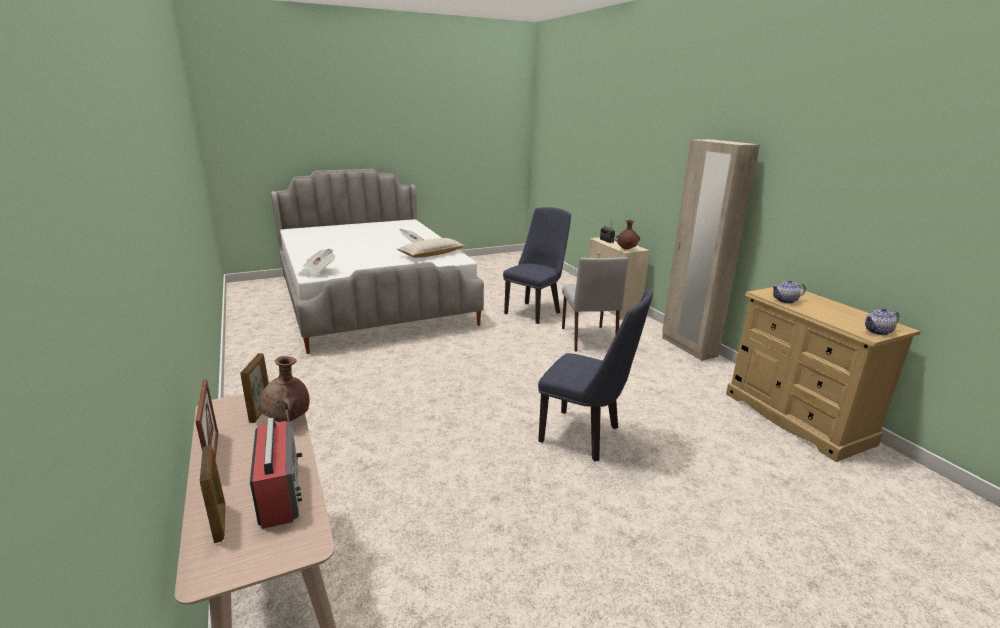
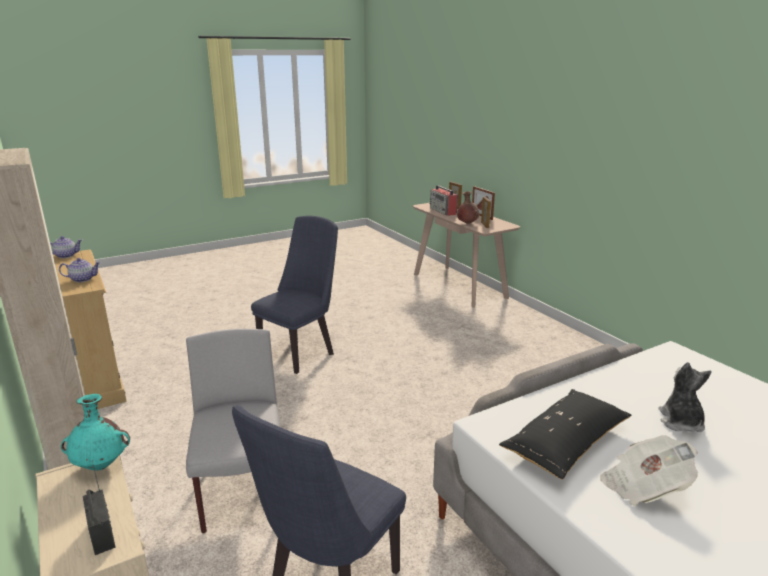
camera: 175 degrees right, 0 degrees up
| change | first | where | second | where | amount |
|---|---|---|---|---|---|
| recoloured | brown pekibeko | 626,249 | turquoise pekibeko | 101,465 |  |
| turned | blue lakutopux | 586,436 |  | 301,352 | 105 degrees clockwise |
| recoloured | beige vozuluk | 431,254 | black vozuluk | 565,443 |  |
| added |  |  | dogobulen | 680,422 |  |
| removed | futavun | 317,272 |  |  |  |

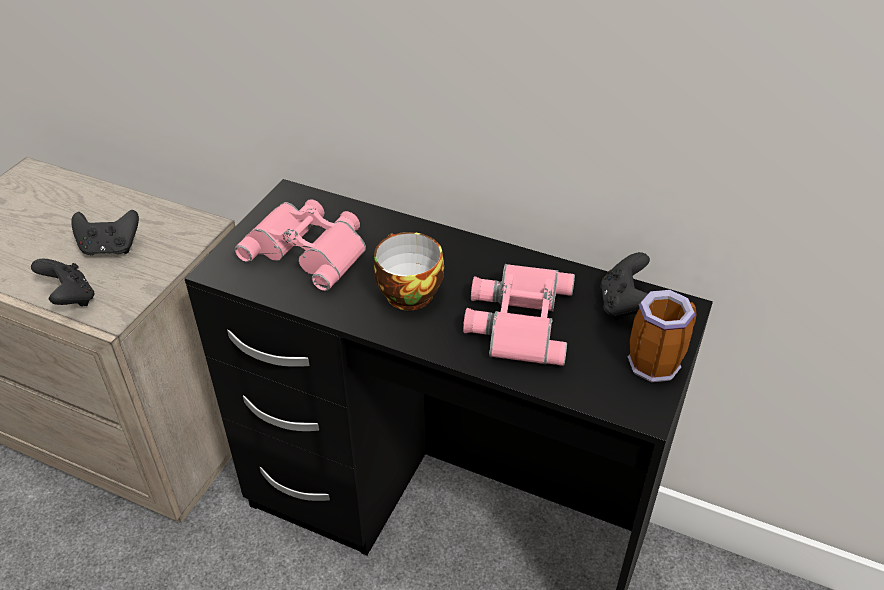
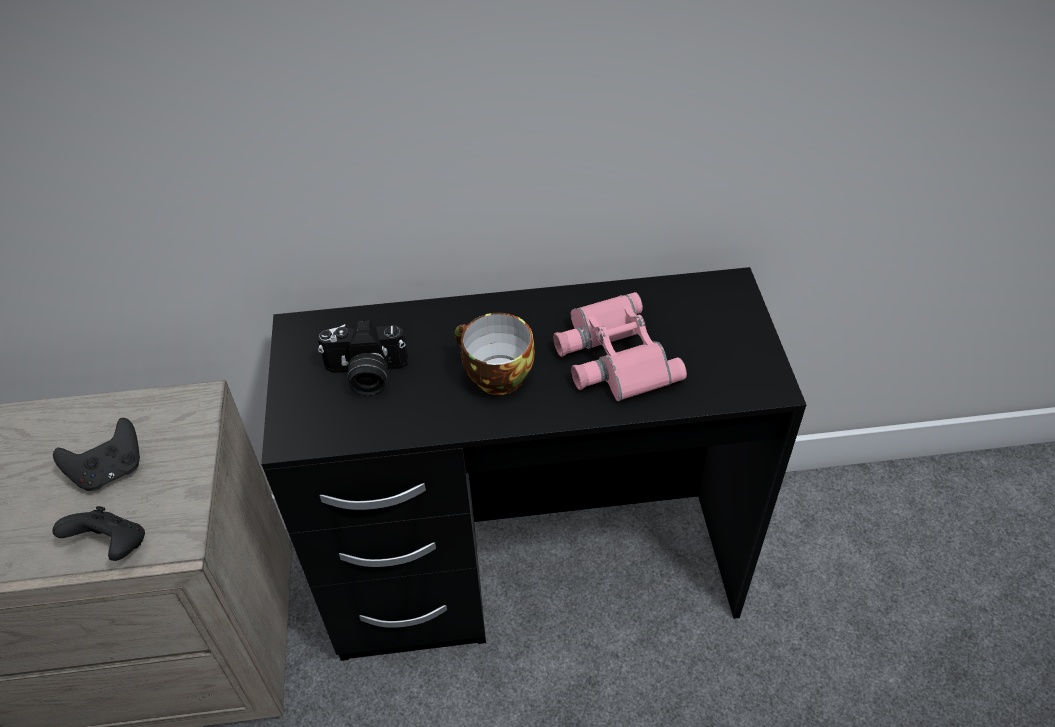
camera: 30 degrees left, 5 degrees up
| change | first | where | second | where | amount |
|---|---|---|---|---|---|
| replaced | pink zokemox | 309,249 | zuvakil | 366,375 |  |
| removed | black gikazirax | 624,305 |  |  |  |
| removed | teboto | 656,361 |  |  |  |

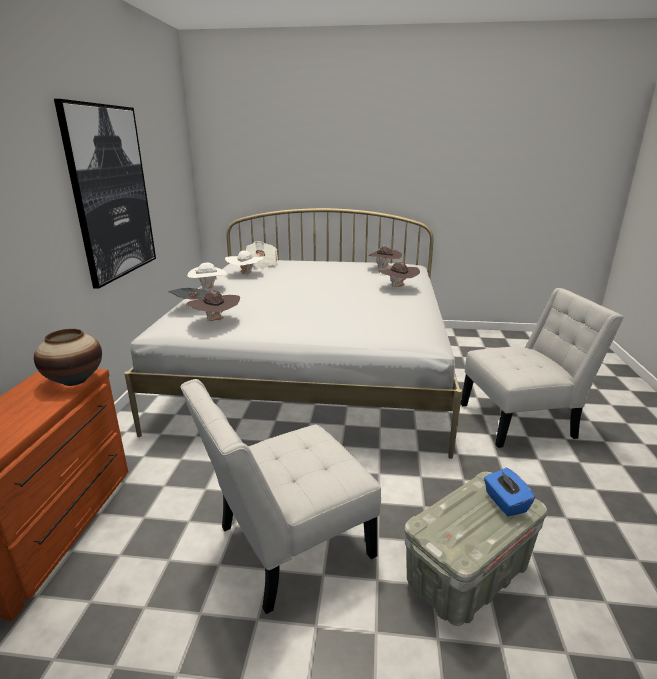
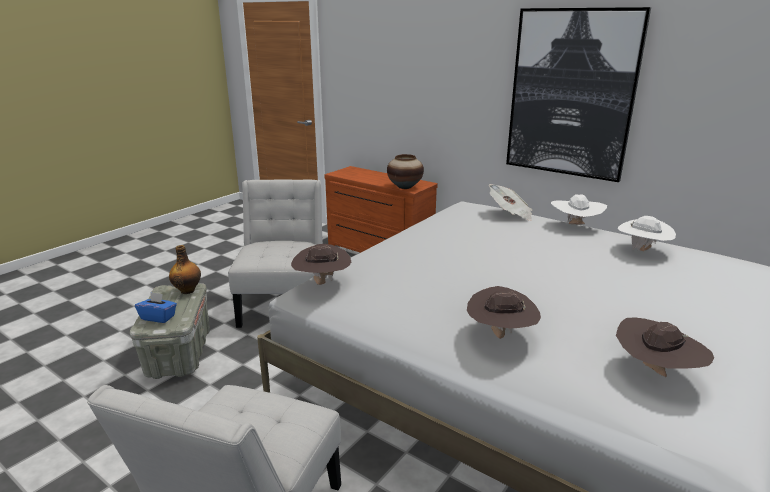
camera: 120 degrees right, 0 degrees up
| change | first | where | second | where | amount |
|---|---|---|---|---|---|
| added |  |  | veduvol | 188,290 |  |
| moved | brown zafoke | 215,321 |  | 322,283 |  |
| removed | futavun | 262,264 |  |  |  |

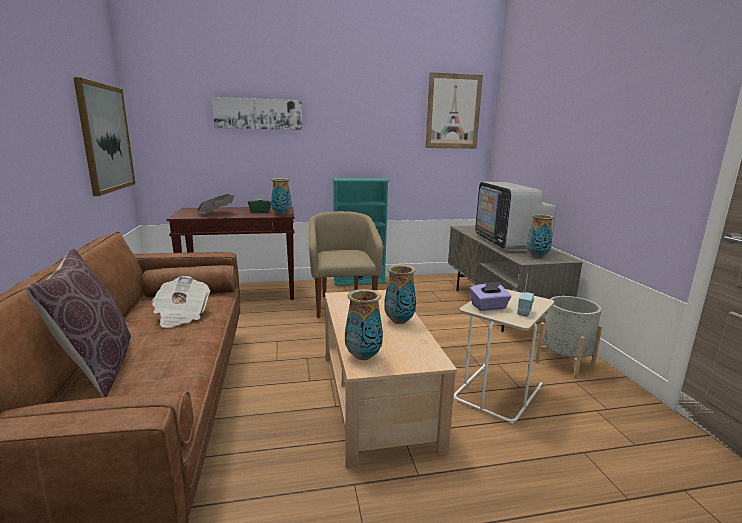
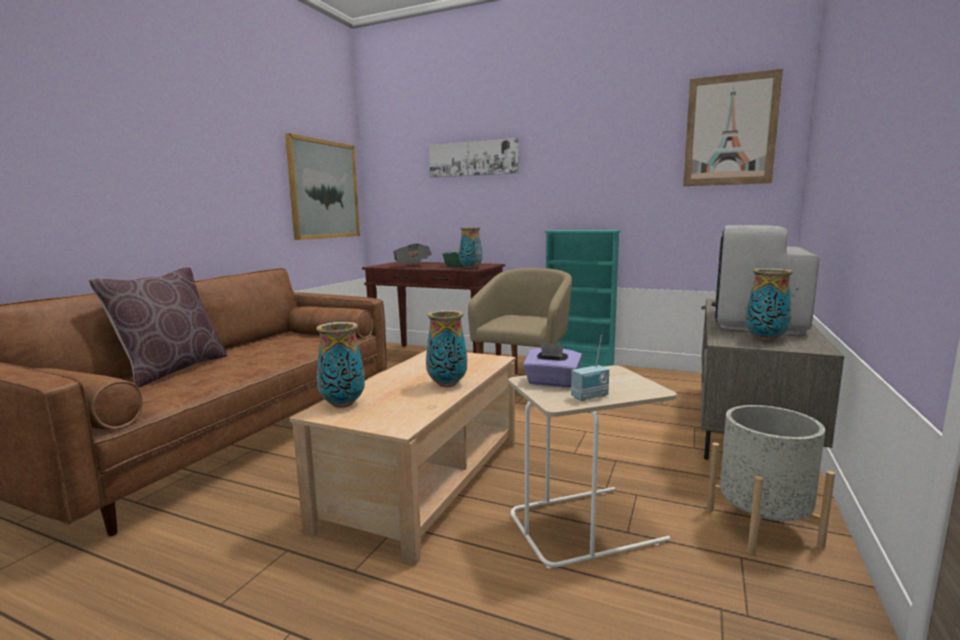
camera: 35 degrees right, 5 degrees down
| change | first | where | second | where | amount |
|---|---|---|---|---|---|
| removed | futavun | 181,315 |  |  |  |

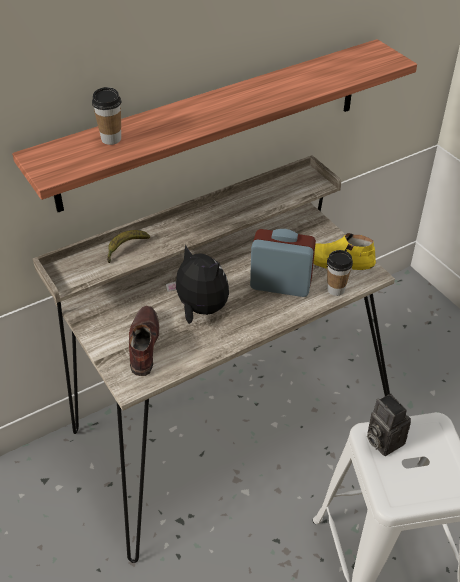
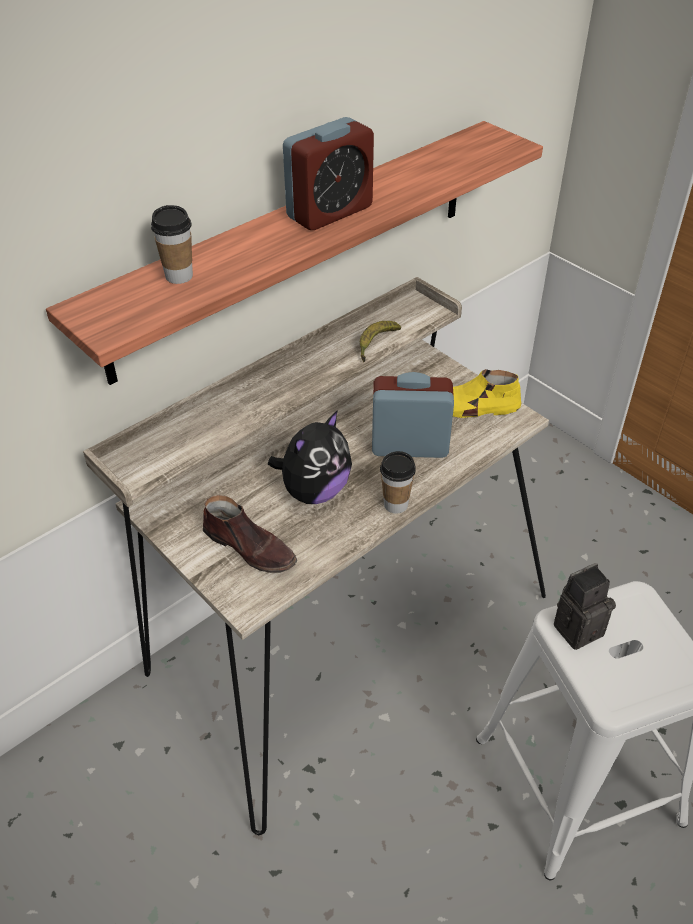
camera: 10 degrees left, 0 degrees up
| change | first | where | second | where | amount |
|---|---|---|---|---|---|
| turned | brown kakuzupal | 143,344 |  | 250,547 | 135 degrees clockwise |
| turned | dogobulen | 200,309 |  | 314,491 | 105 degrees clockwise |
| added |  |  | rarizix | 329,212 |  |
| moved | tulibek | 125,248 |  | 376,344 |  |
| moved | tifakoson | 336,289 |  | 395,504 |  |
| turned | zuvakil | 382,440 |  | 578,627 | 105 degrees clockwise |

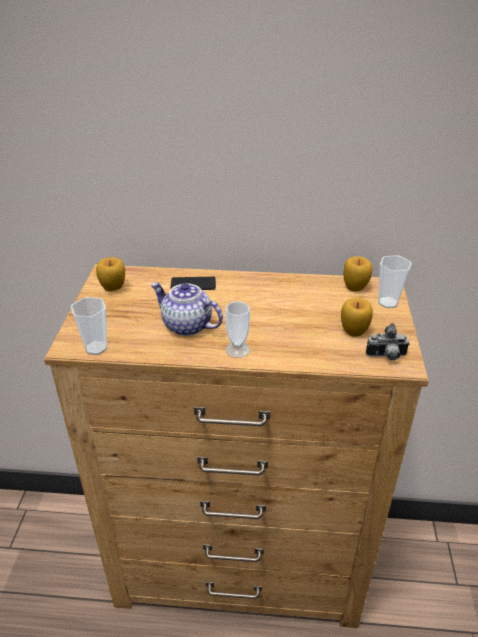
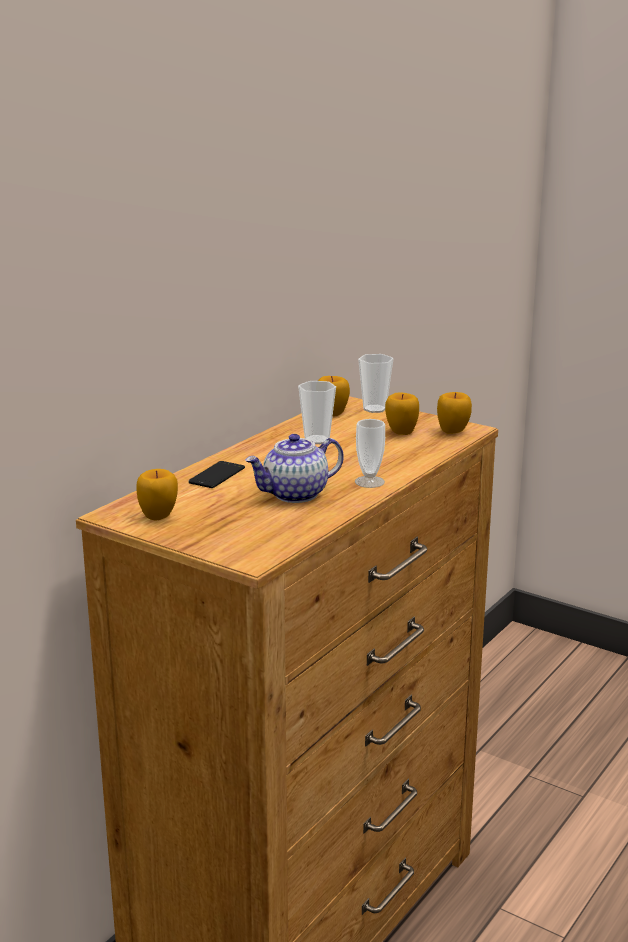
camera: 60 degrees left, 15 degrees down
| change | first | where | second | where | amount |
|---|---|---|---|---|---|
| moved | tifakoson | 96,348 |  | 317,440 |  |
| replaced | zuvakil | 386,357 | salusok | 453,431 |  |

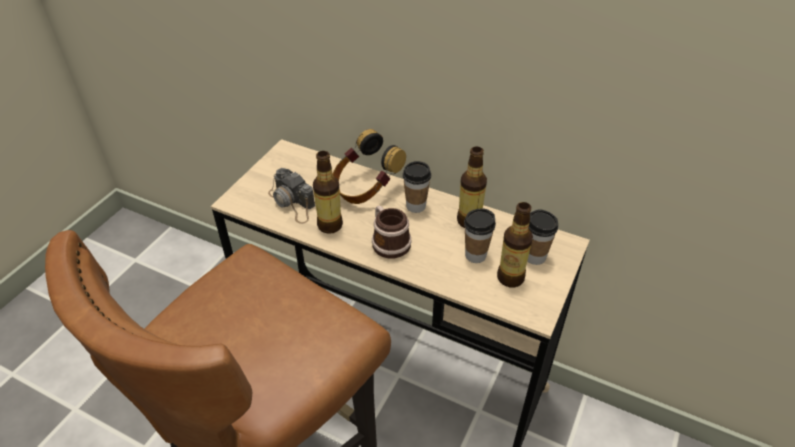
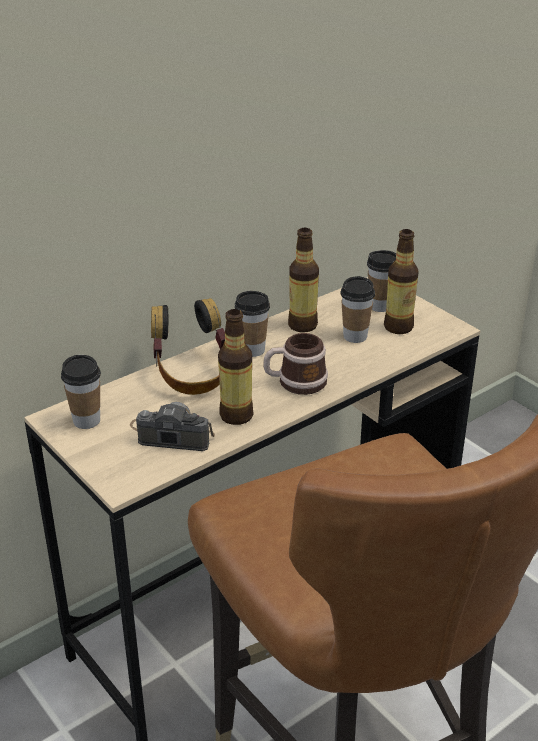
camera: 65 degrees left, 10 degrees down
| change | first | where | second | where | amount |
|---|---|---|---|---|---|
| added |  |  | tifakoson | 86,421 |  |
| turned | zuvakil | 292,202 |  | 170,435 | 150 degrees counterclockwise |

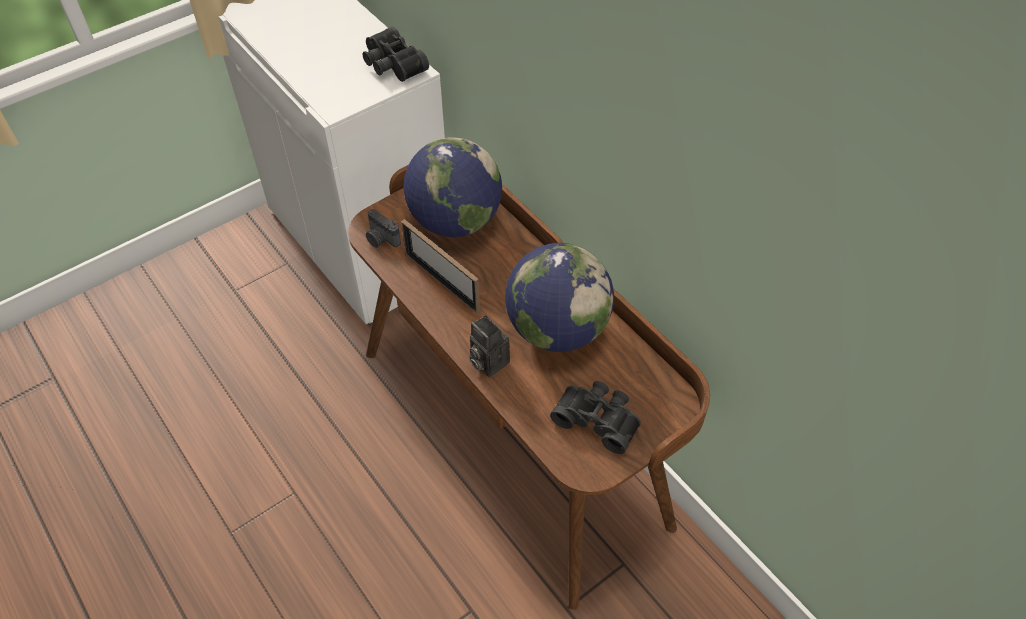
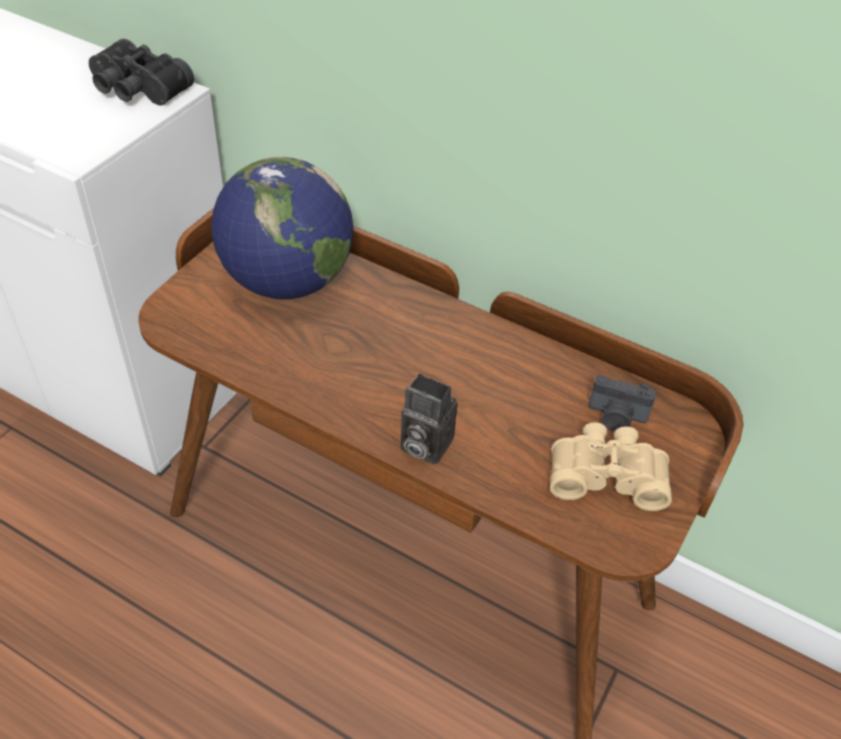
camera: 25 degrees left, 5 degrees down
| change | first | where | second | where | amount |
|---|---|---|---|---|---|
| recoloured | black zokemox | 598,419 | beige zokemox | 606,474 |  |
| moved | zuvakil | 381,239 |  | 616,417 |  |
| removed | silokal | 442,282 |  |  |  |
| removed | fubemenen | 557,329 |  |  |  |

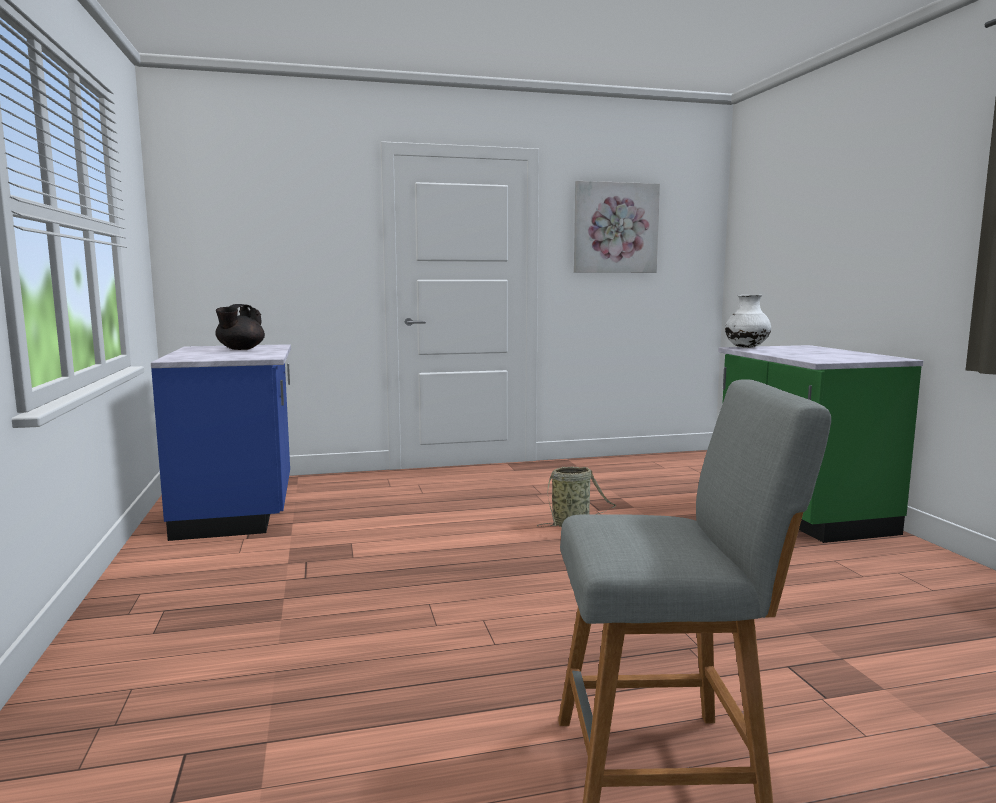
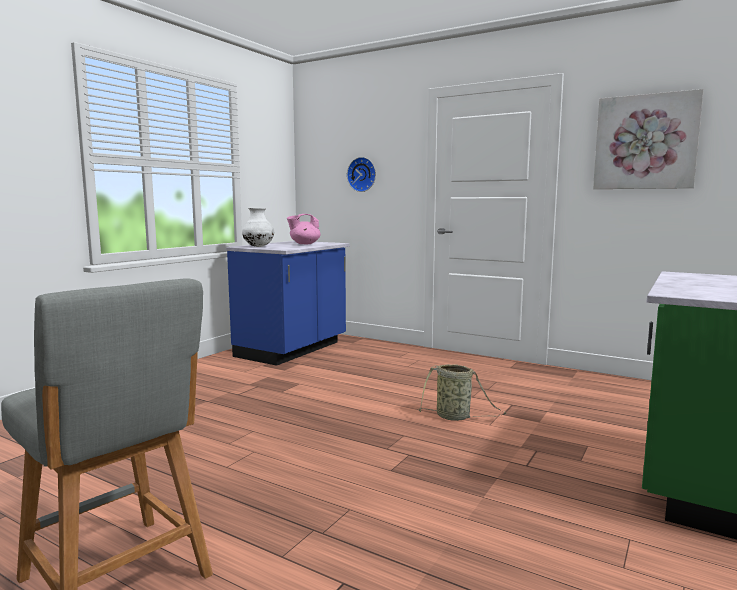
camera: 45 degrees right, 0 degrees up
| change | first | where | second | where | amount |
|---|---|---|---|---|---|
| moved | white pekibeko | 746,348 |  | 258,247 |  |
| recoloured | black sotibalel | 240,349 | pink sotibalel | 304,244 |  |
| added |  |  | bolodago | 362,174 |  |

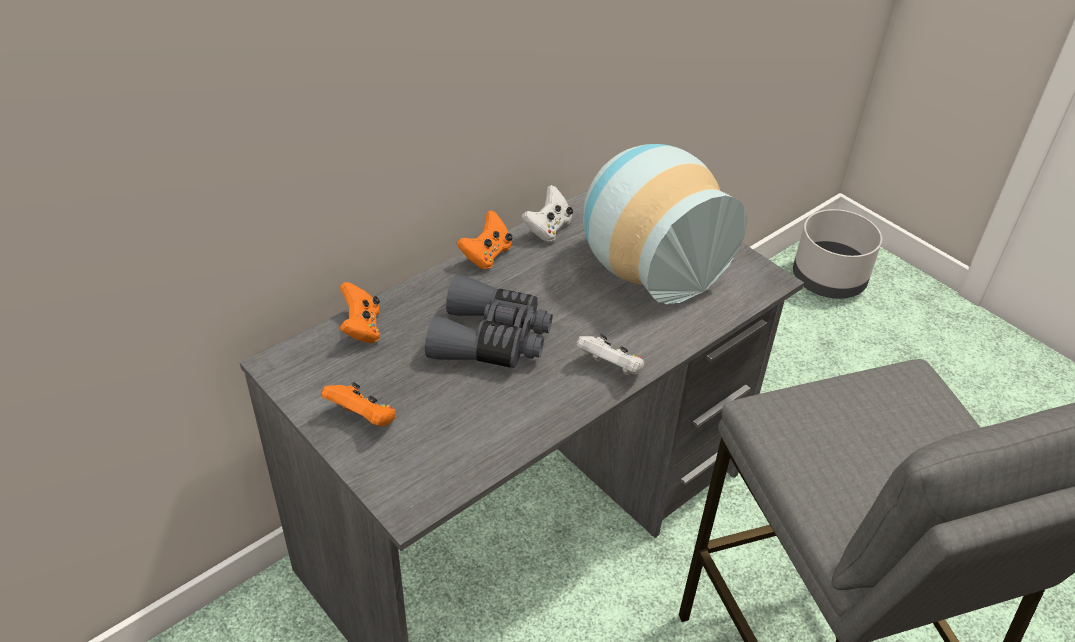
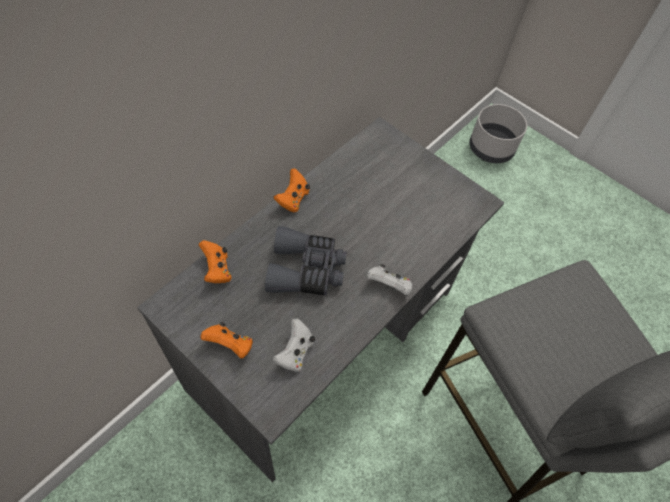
camera: 10 degrees left, 15 degrees up
| change | first | where | second | where | amount |
|---|---|---|---|---|---|
| moved | white gikazirax | 548,228 |  | 295,352 |  |
| removed | pekibeko | 647,269 |  |  |  |

